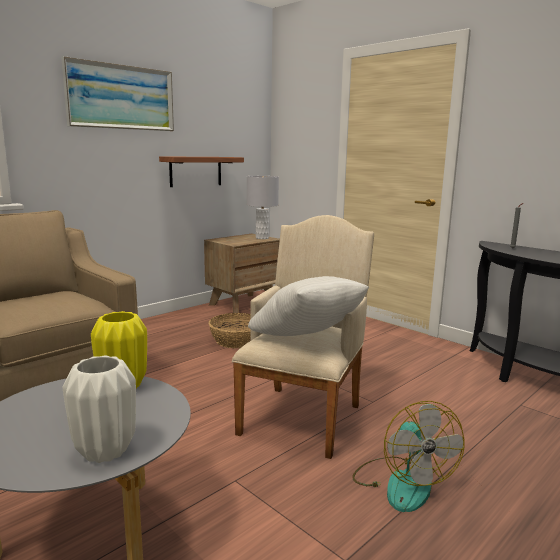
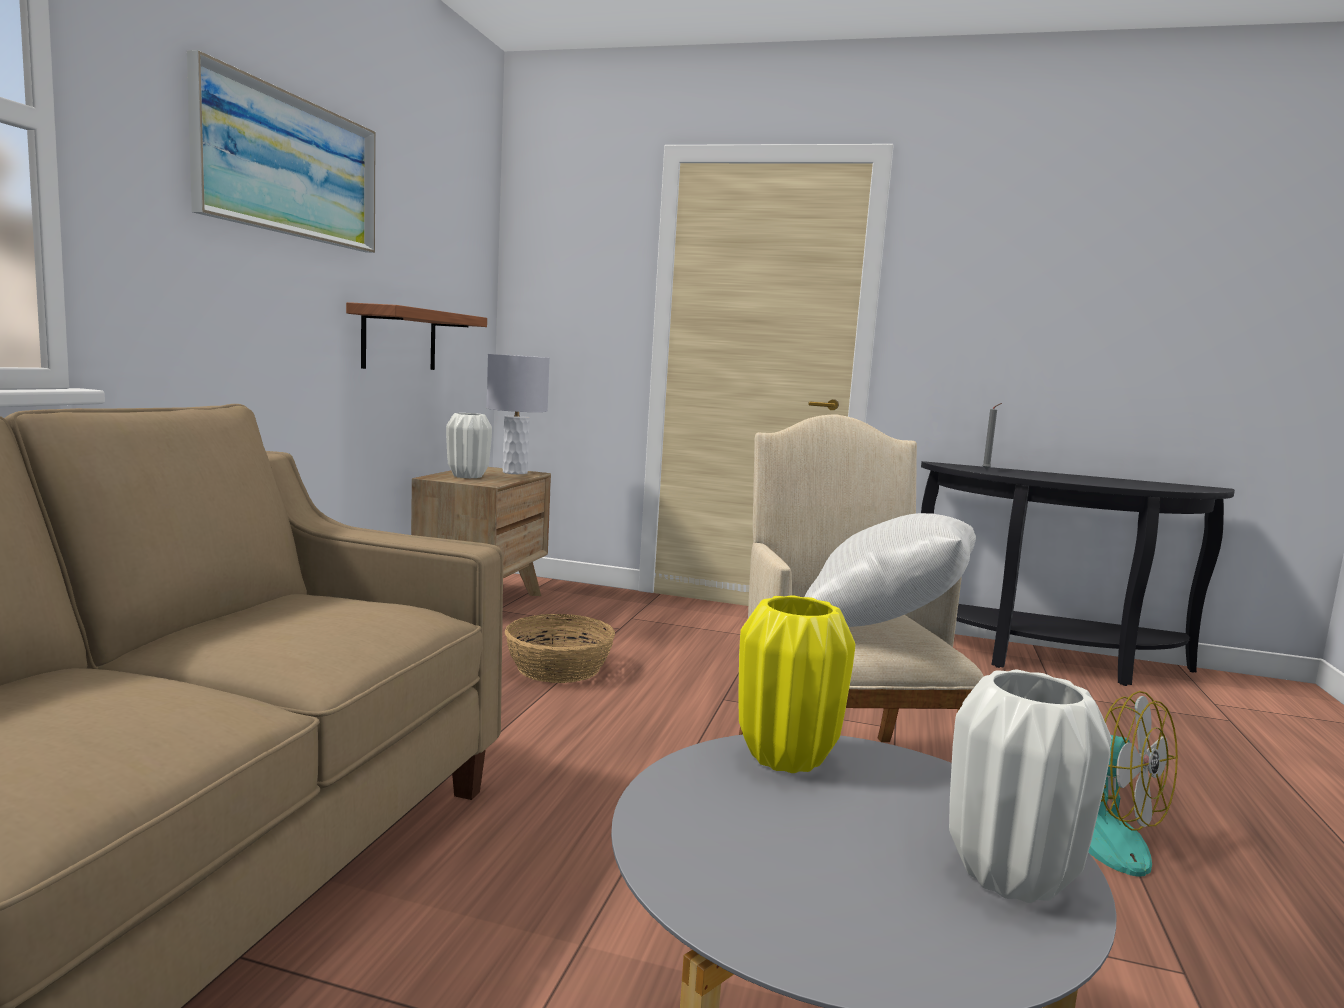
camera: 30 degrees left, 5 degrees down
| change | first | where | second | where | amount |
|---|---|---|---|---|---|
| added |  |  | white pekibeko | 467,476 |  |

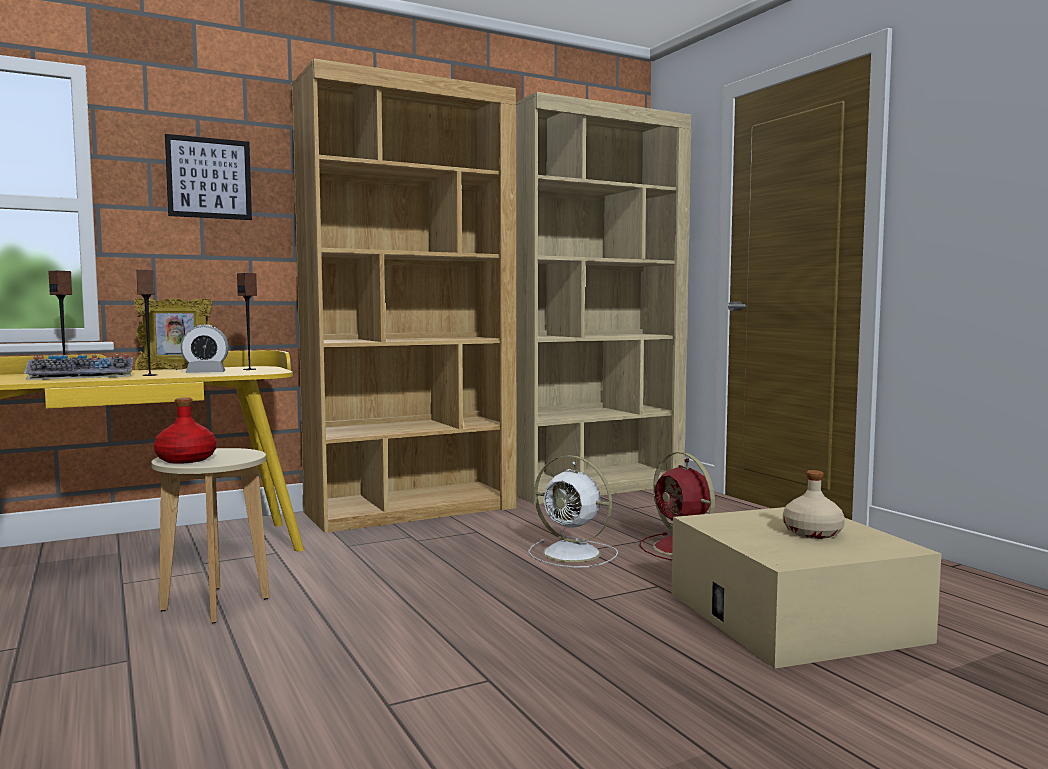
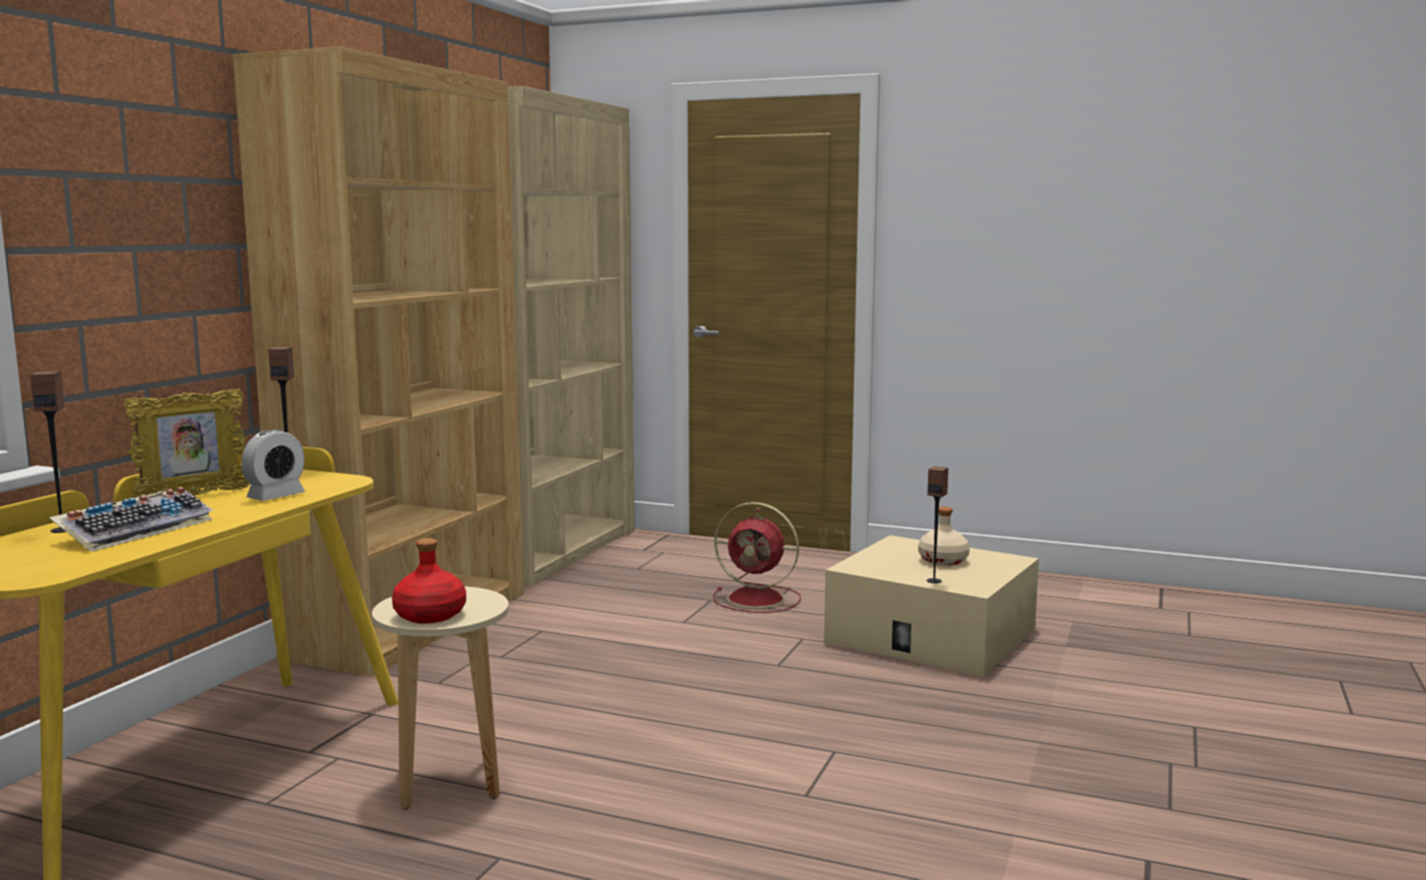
camera: 40 degrees left, 5 degrees up
| change | first | where | second | where | amount |
|---|---|---|---|---|---|
| moved | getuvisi | 150,375 |  | 934,581 |  |
| removed | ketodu | 209,178 |  |  |  |
| removed | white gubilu | 574,554 |  |  |  |

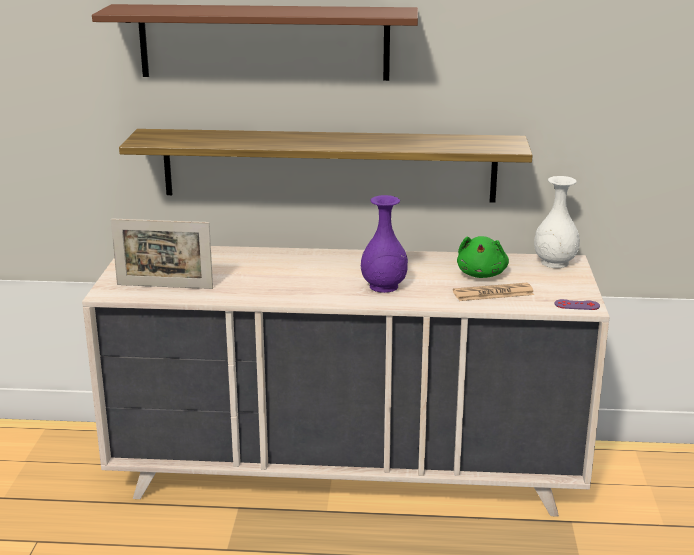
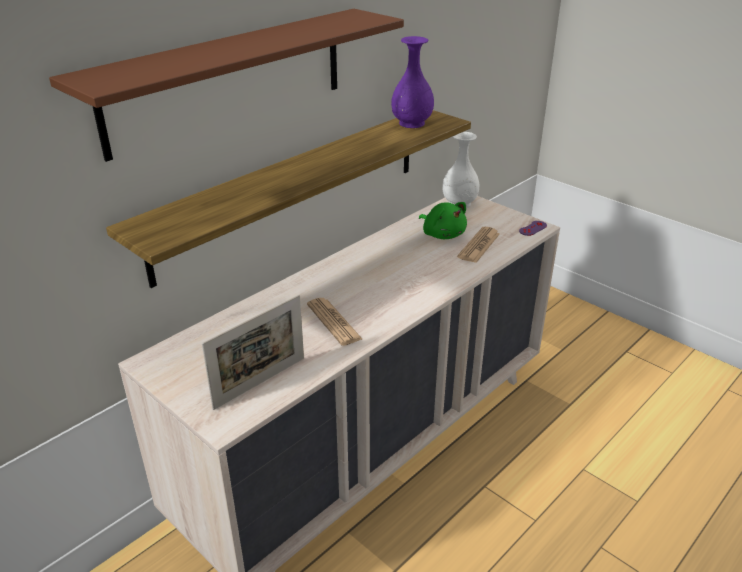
camera: 50 degrees left, 10 degrees up
| change | first | where | second | where | amount |
|---|---|---|---|---|---|
| added |  |  | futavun | 334,322 |  |
| moved | purple pekibeko | 383,287 |  | 412,123 |  |

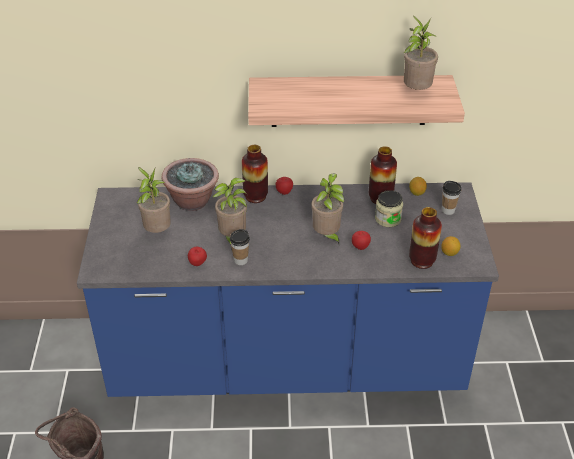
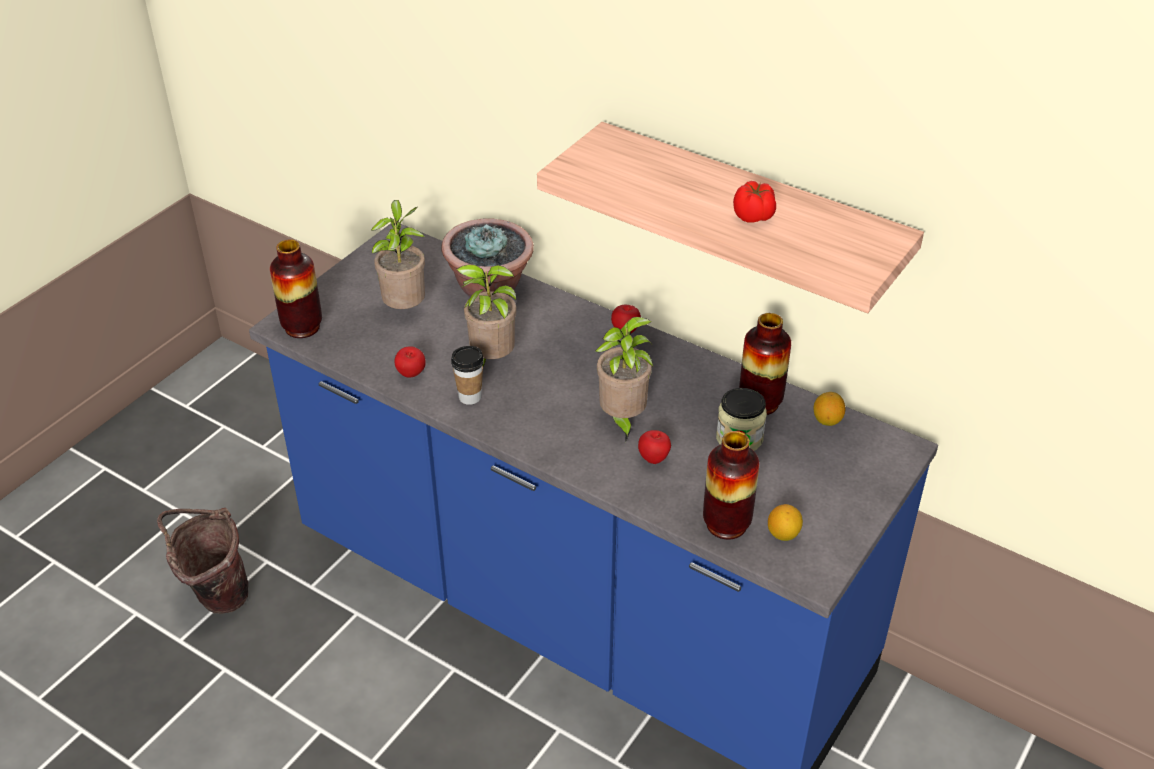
camera: 35 degrees right, 0 degrees up
| change | first | where | second | where | amount |
|---|---|---|---|---|---|
| moved | pekibeko | 255,196 |  | 302,327 |  |
| added |  |  | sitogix | 754,217 |  |
| removed | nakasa | 415,91 |  |  |  |
| removed | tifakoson | 448,210 |  |  |  |

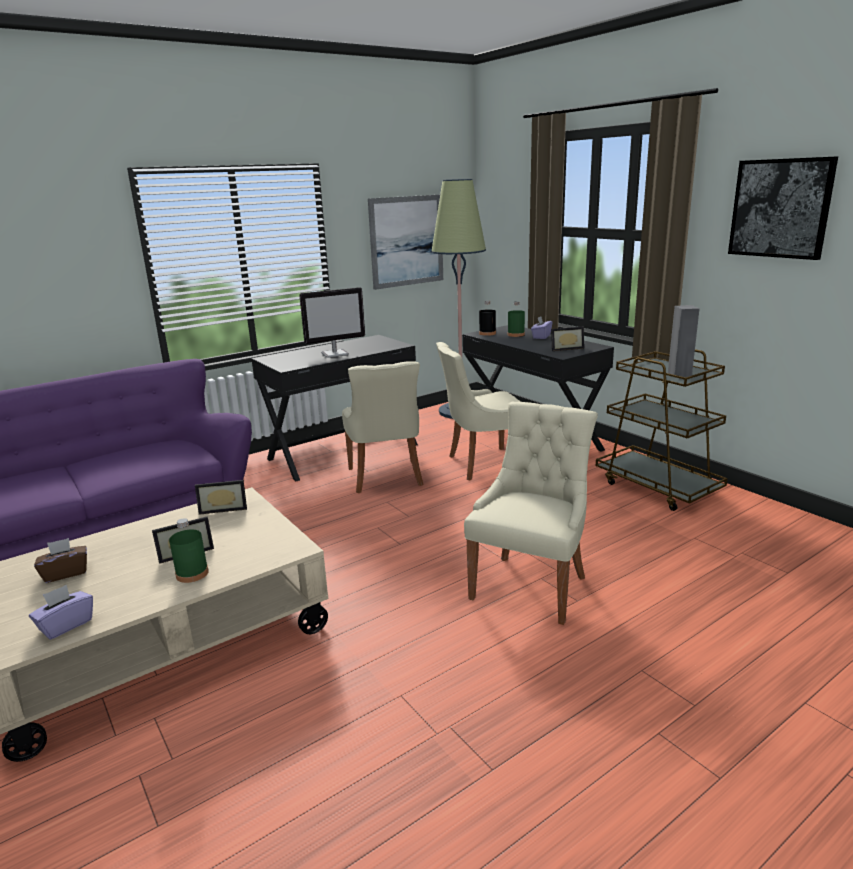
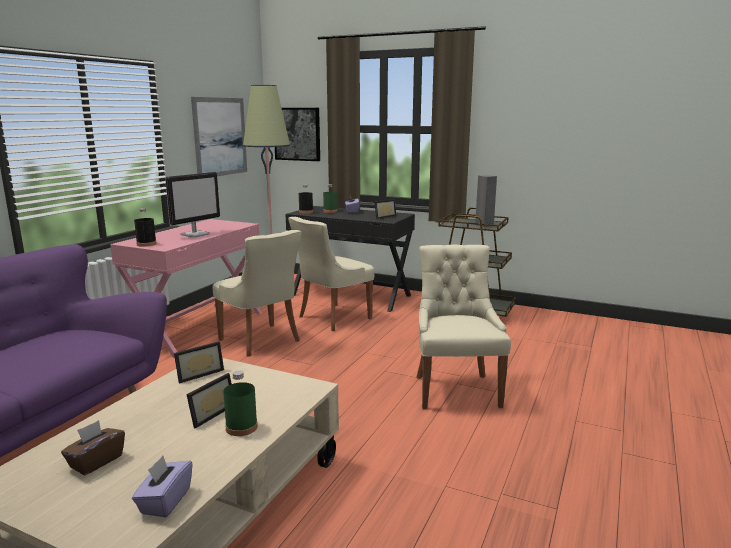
camera: 30 degrees left, 5 degrees down
| change | first | where | second | where | amount |
|---|---|---|---|---|---|
| recoloured | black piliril | 343,451 | pink piliril | 198,328 |  |
| added |  |  | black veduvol | 146,244 |  |
| moved | ketodu | 780,208 |  | 297,134 |  |

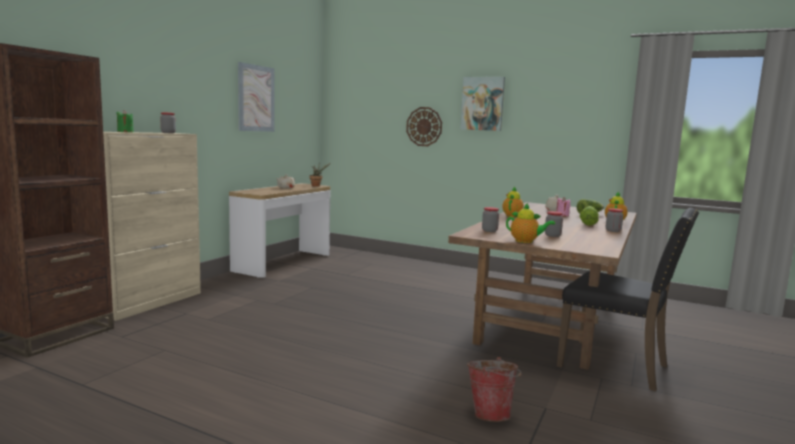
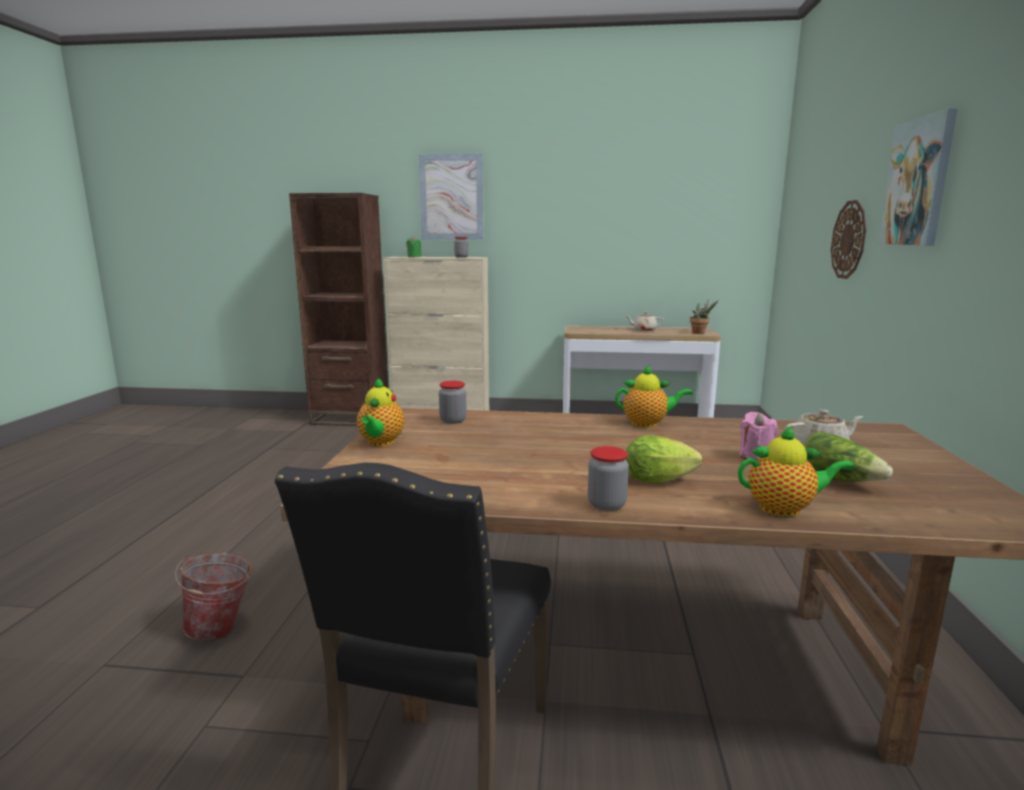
camera: 70 degrees right, 5 degrees up
| change | first | where | second | where | amount |
|---|---|---|---|---|---|
| moved | ketodu | 256,98 |  | 451,197 |  |
| removed | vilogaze | 552,235 |  |  |  |

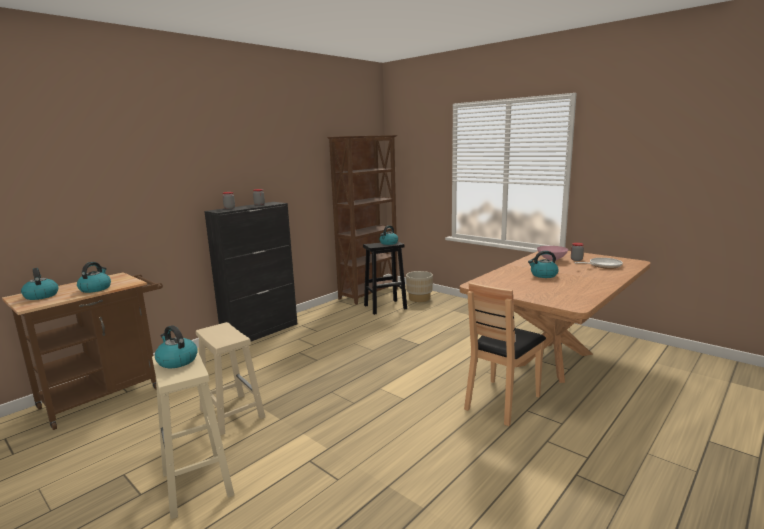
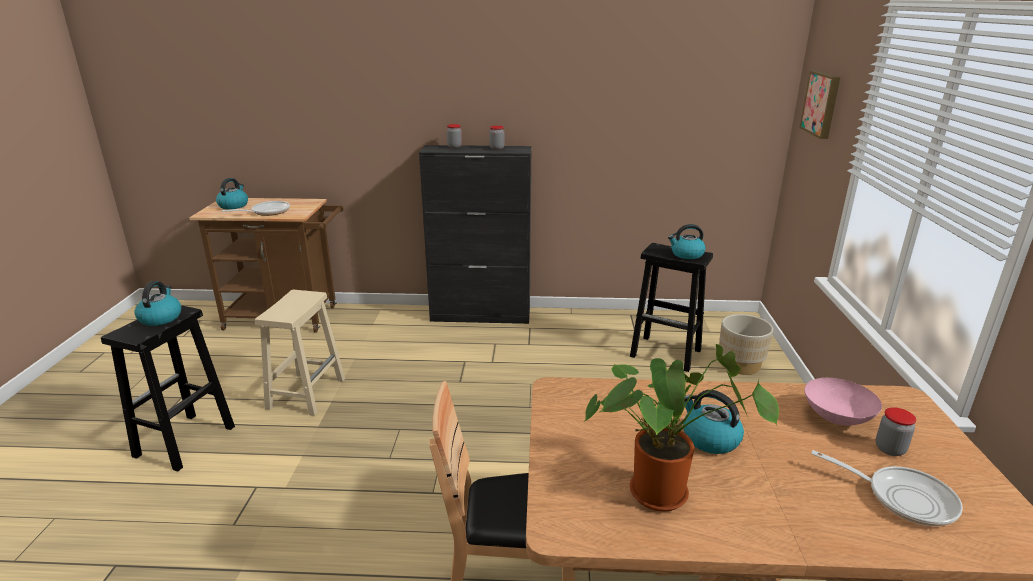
camera: 50 degrees right, 10 degrees up
| change | first | where | second | where | amount |
|---|---|---|---|---|---|
| recoloured | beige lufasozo | 198,485 | black lufasozo | 184,442 |  |
| replaced | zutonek | 95,289 | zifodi | 267,212 |  |
| added |  |  | nakasa | 664,491 |  |
| added |  |  | ketodu | 822,104 |  |
| removed | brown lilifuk | 369,294 |  |  |  |

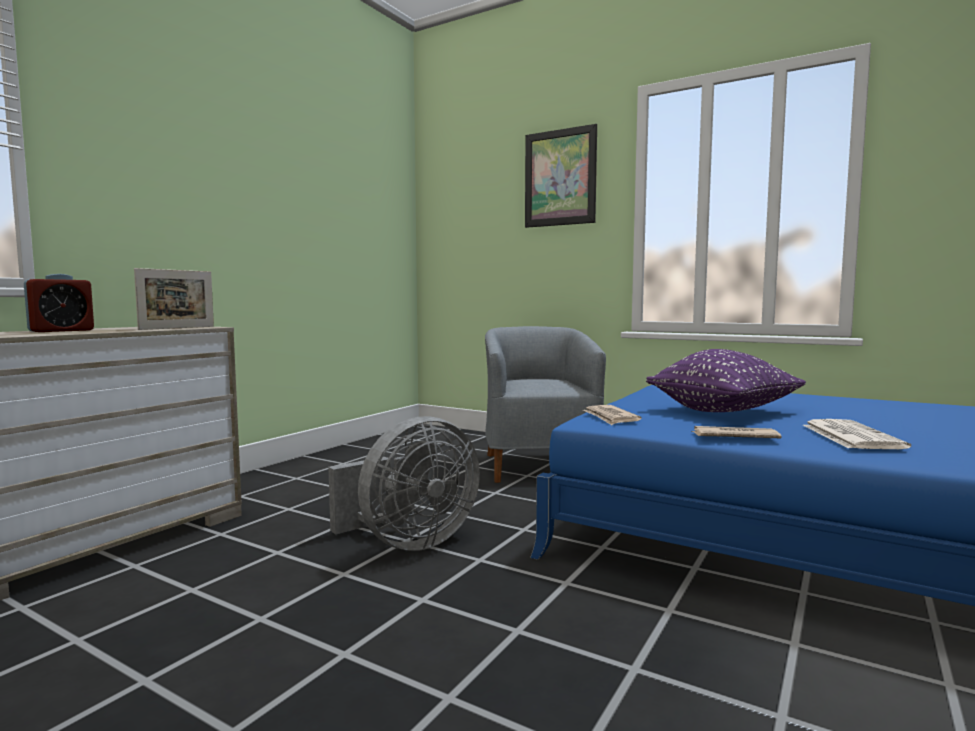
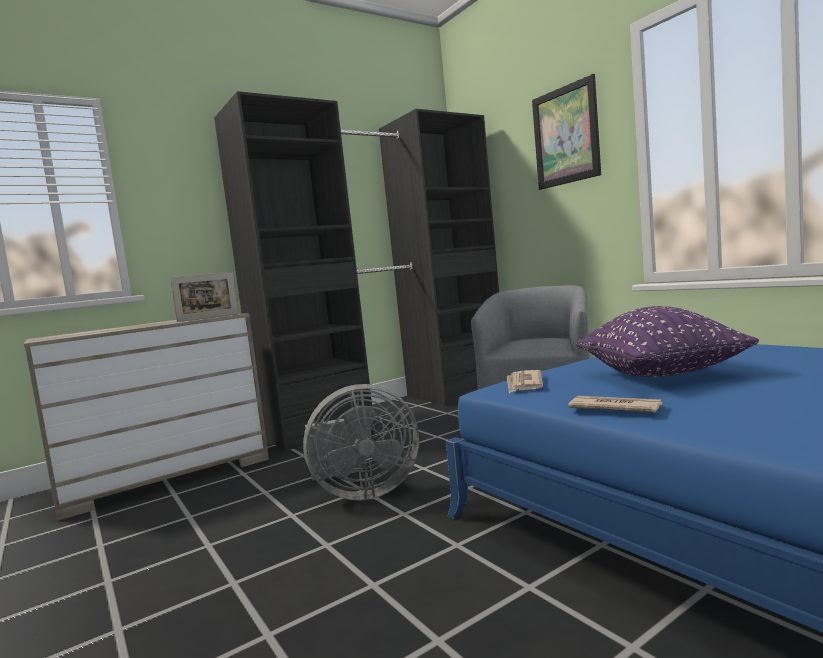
camera: 25 degrees right, 0 degrees up
| change | first | where | second | where | amount |
|---|---|---|---|---|---|
| added |  |  | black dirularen | 393,409 |  |
| removed | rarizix | 61,331 |  |  |  |
| removed | futavun | 850,436 |  |  |  |

